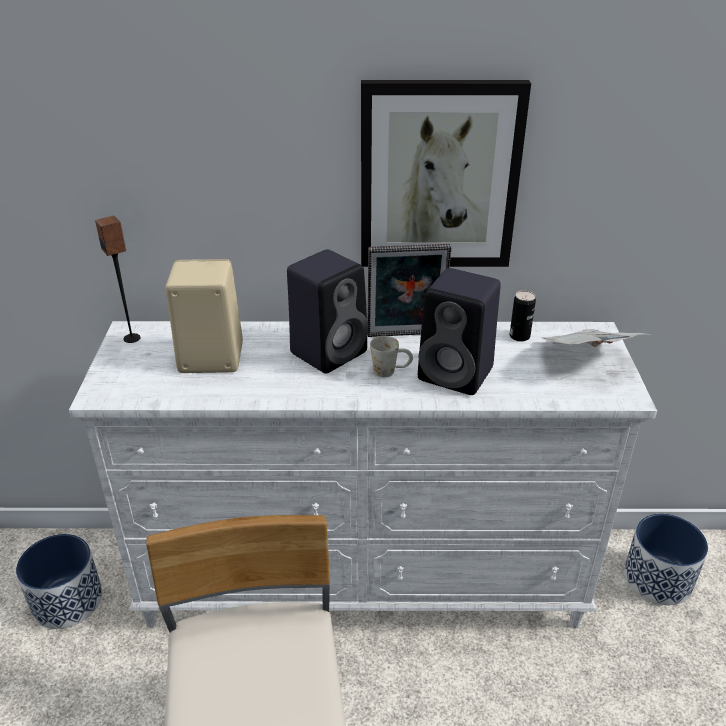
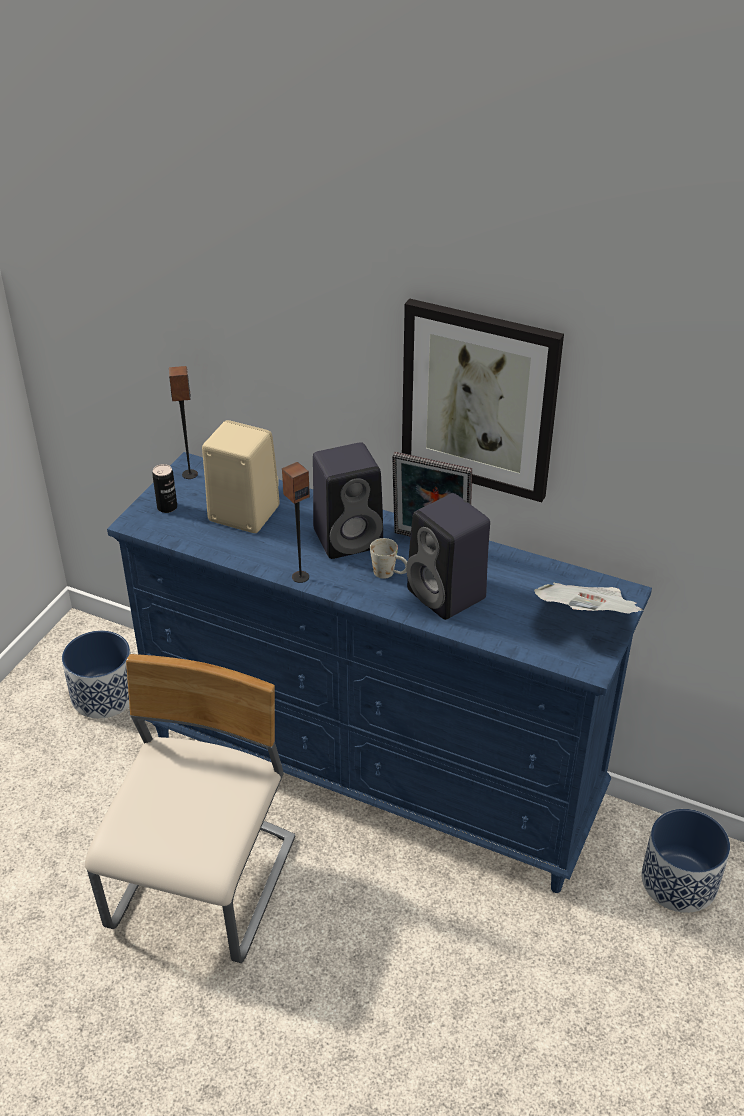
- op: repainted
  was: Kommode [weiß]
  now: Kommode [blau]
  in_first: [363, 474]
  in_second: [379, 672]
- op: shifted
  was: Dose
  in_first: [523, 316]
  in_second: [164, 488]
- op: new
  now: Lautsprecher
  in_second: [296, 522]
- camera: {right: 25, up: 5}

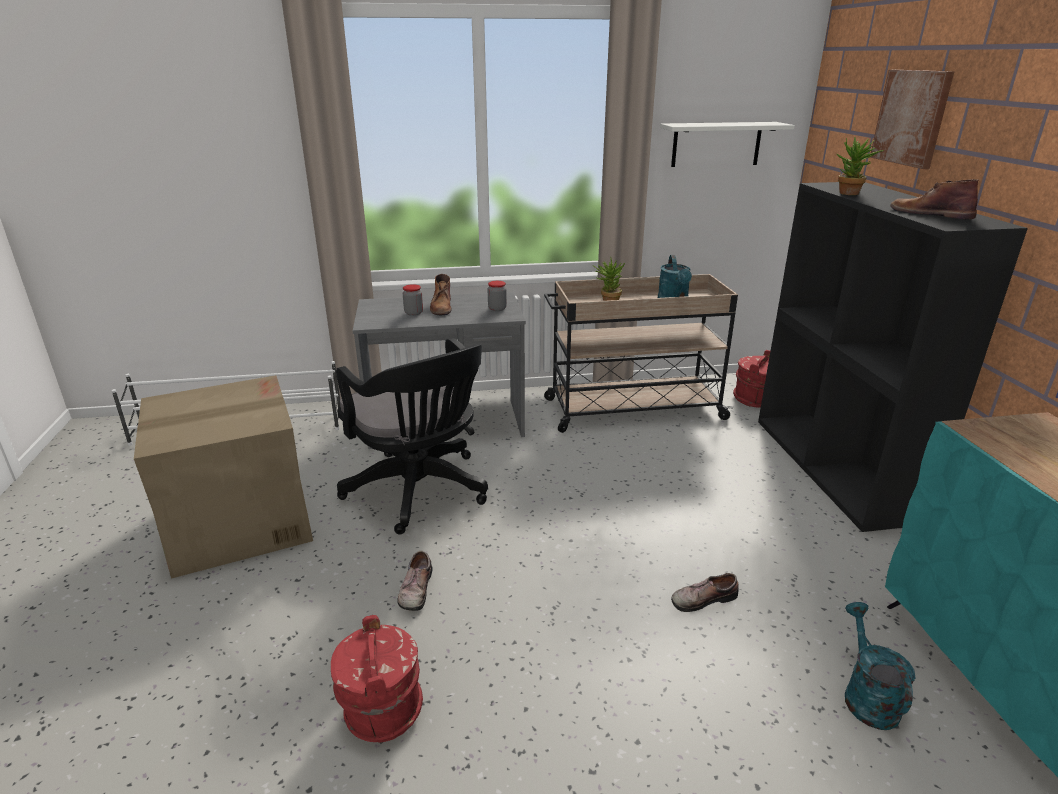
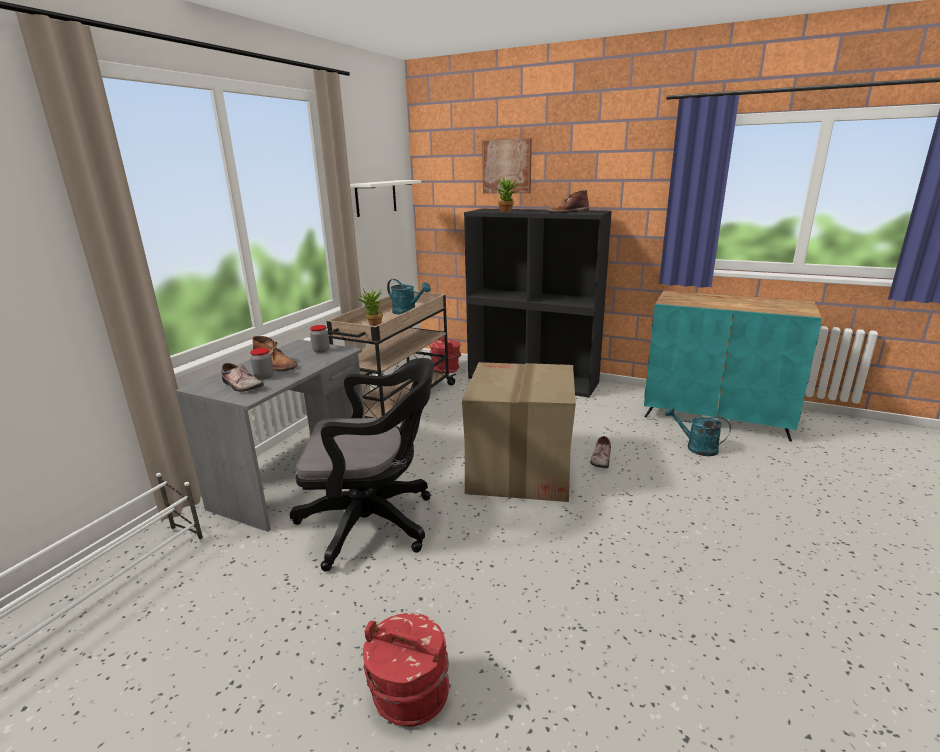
- op: shifted
  was: Schuh
  in_first: [415, 581]
  in_second: [242, 377]
- op: shifted
  was: Eimer [rot]
  in_first: [377, 678]
  in_second: [406, 670]
- op: shifted
  was: Karton
  in_first: [223, 477]
  in_second: [519, 432]
- camera: {right: -55, up: -5}

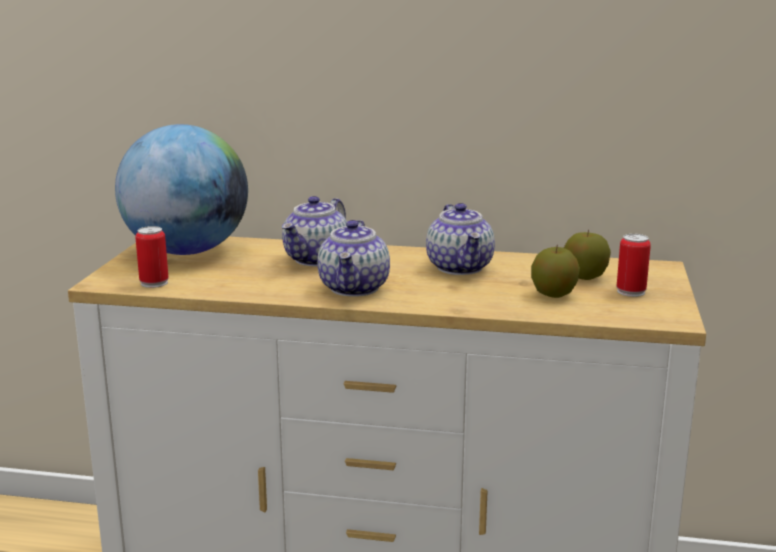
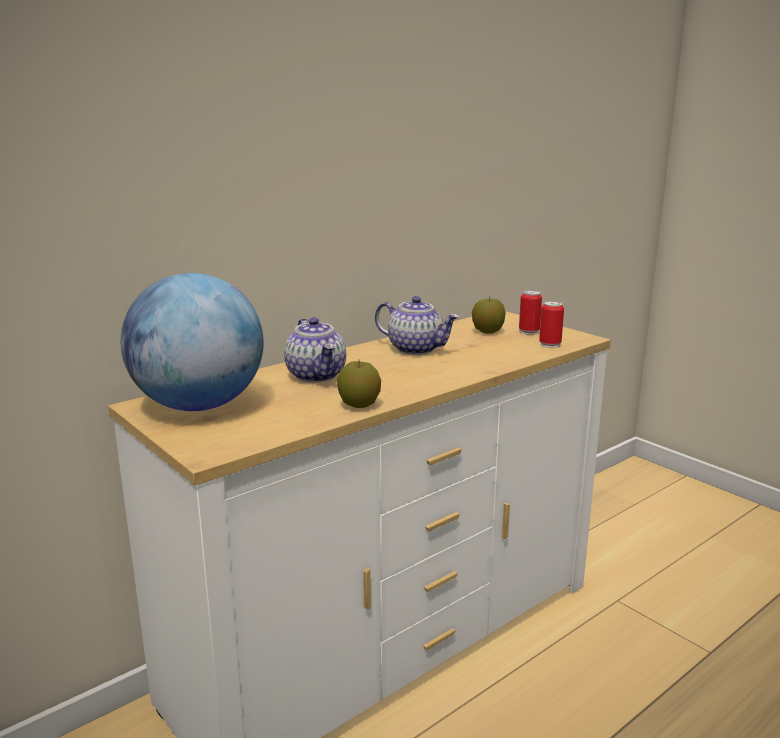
- op: shifted
  was: Apfel
  in_first: [555, 271]
  in_second: [359, 384]
- op: shifted
  was: Dose
  in_first: [152, 257]
  in_second: [551, 324]
- op: gone
  was: Teekanne
  in_first: [353, 258]
- camera: {right: -50, up: 0}

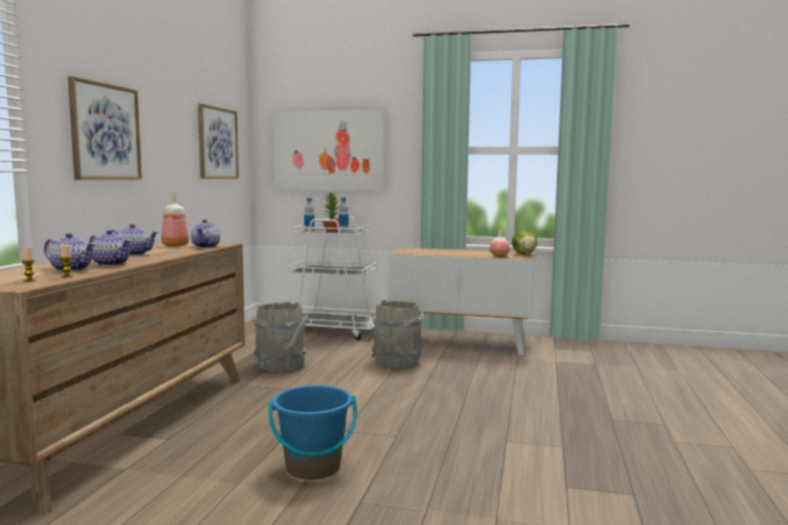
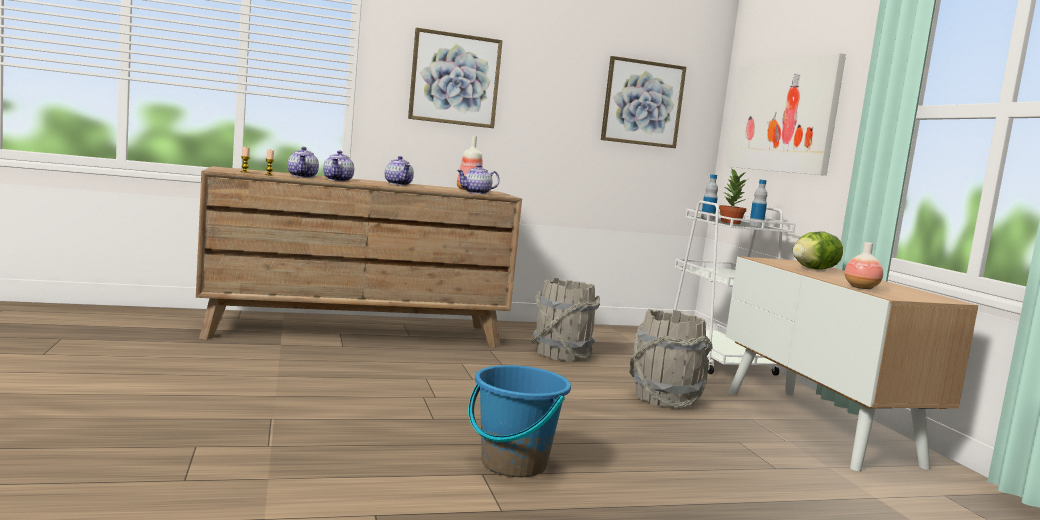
- op: shifted
  was: Eimer [blau]
  in_first: [312, 432]
  in_second: [519, 421]
- op: shifted
  was: Salatkopf
  in_first: [524, 242]
  in_second: [818, 250]
- camera: {right: 60, up: 0}

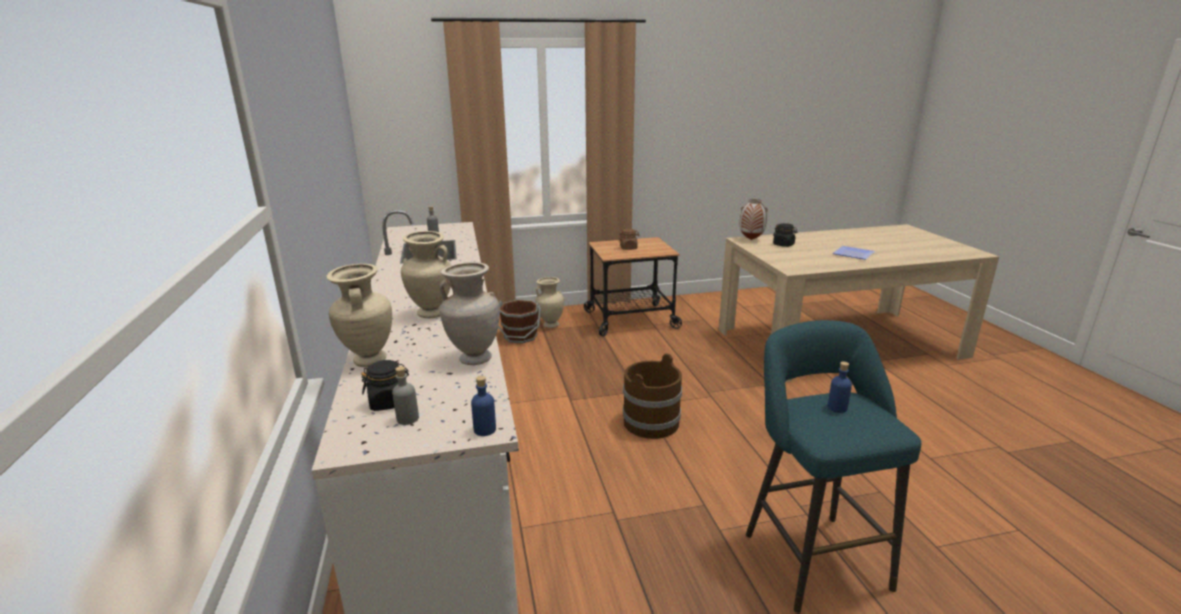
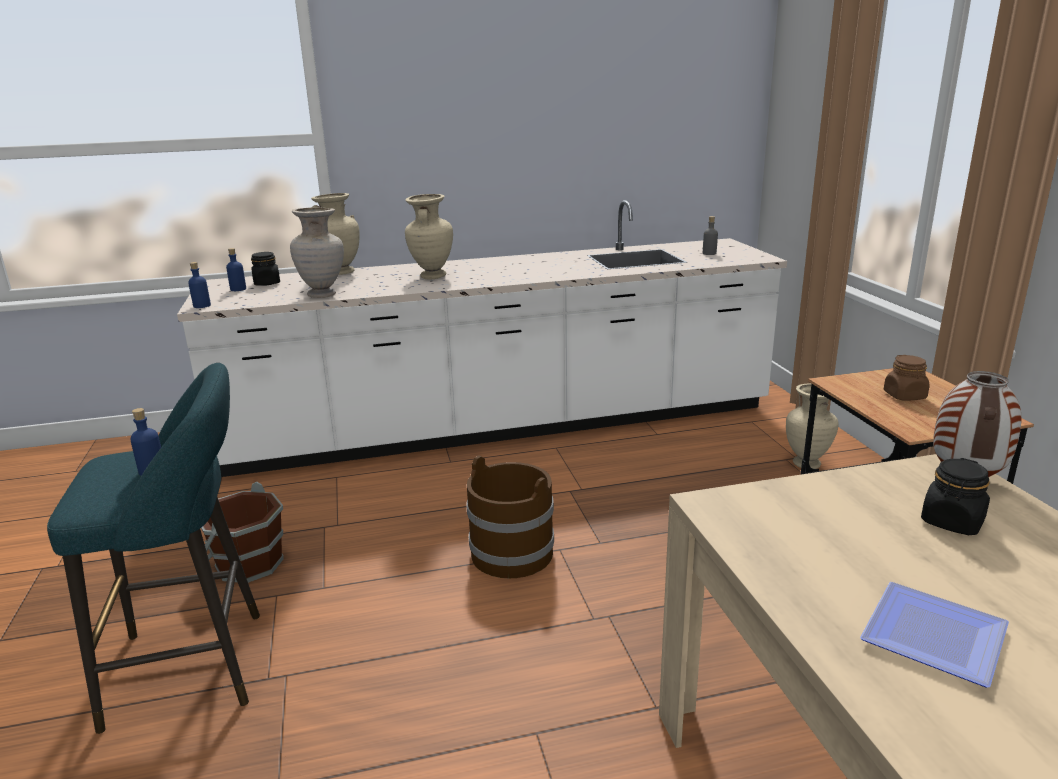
- op: shifted
  was: Eimer [braun]
  in_first: [519, 322]
  in_second: [242, 532]
- op: repainted
  was: Flasche [grau]
  now: Flasche [blau]
  in_first: [405, 395]
  in_second: [236, 269]
- camera: {right: 90, up: 0}

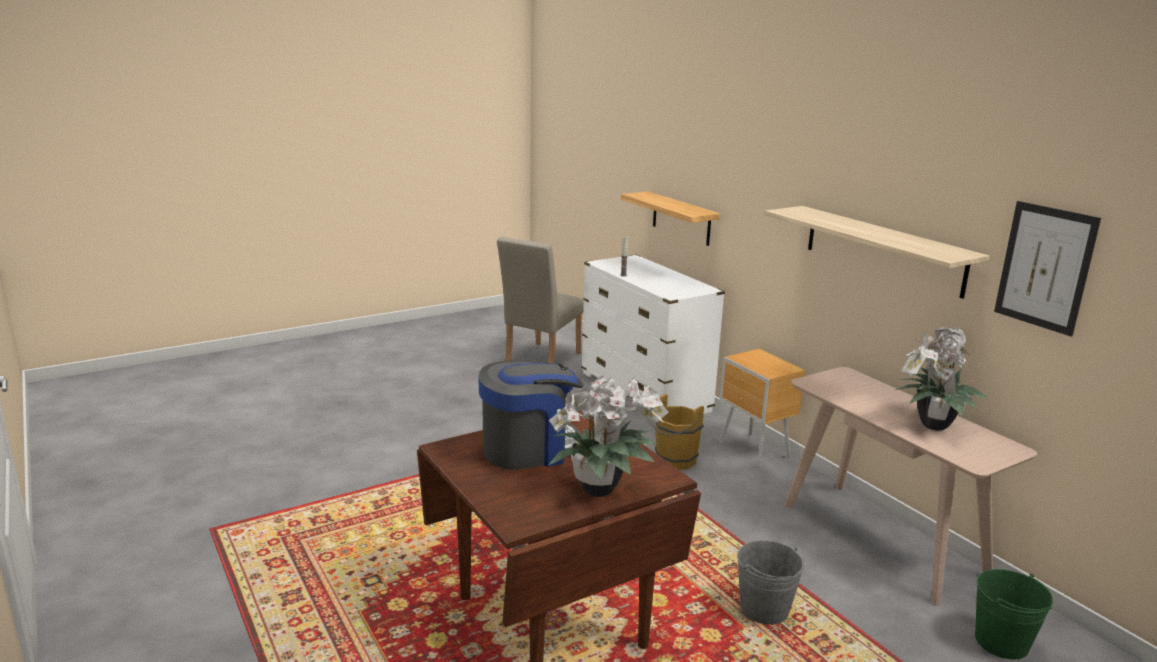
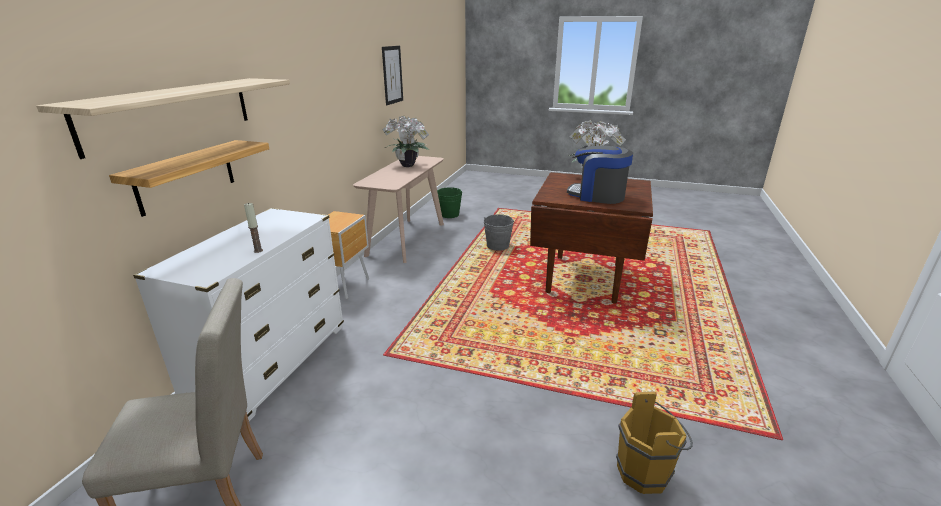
- op: shifted
  was: Wandregal
  in_first: [877, 252]
  in_second: [163, 118]
- op: shifted
  was: Eimer [braun]
  in_first: [678, 432]
  in_second: [654, 443]
- camera: {right: -130, up: 5}

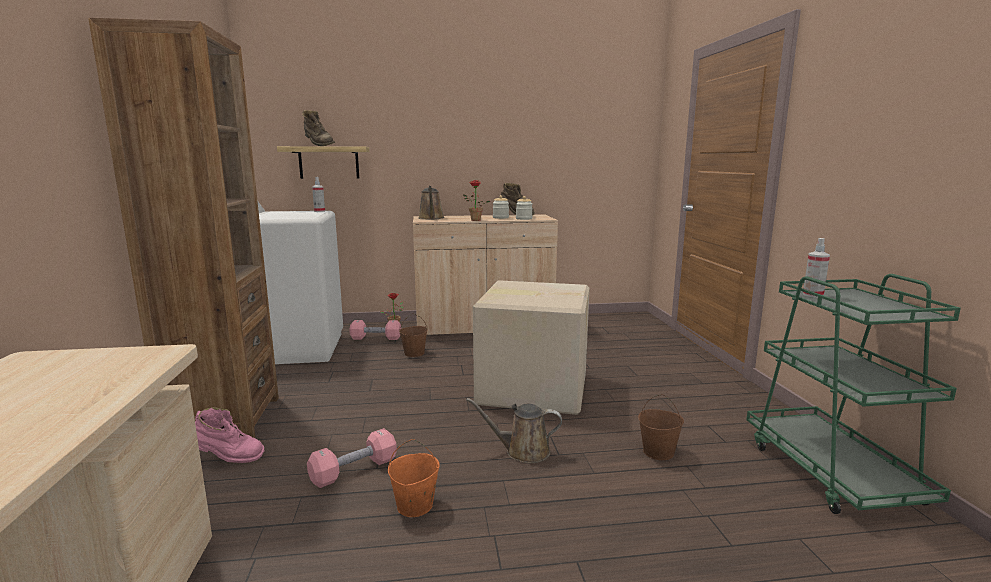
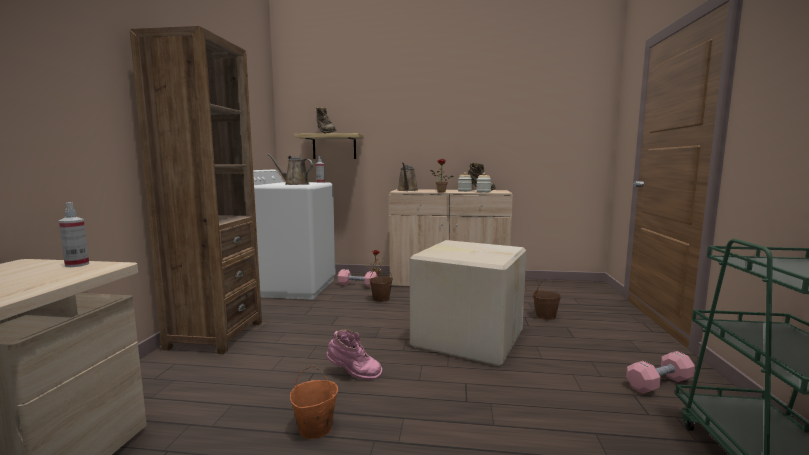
- op: shifted
  was: Sprühflasche
  in_first: [816, 268]
  in_second: [74, 234]
- op: shifted
  was: Gießkanne [braun]
  in_first: [514, 430]
  in_second: [290, 169]
- op: shifted
  was: Stiefel [rosa]
  in_first: [229, 435]
  in_second: [354, 354]
- op: shifted
  was: Eimer [braun]
  in_first: [661, 427]
  in_second: [547, 299]
- op: shifted
  was: Hantel [rosa]
  in_first: [352, 458]
  in_second: [660, 372]
- camera: {right: 15, up: -5}

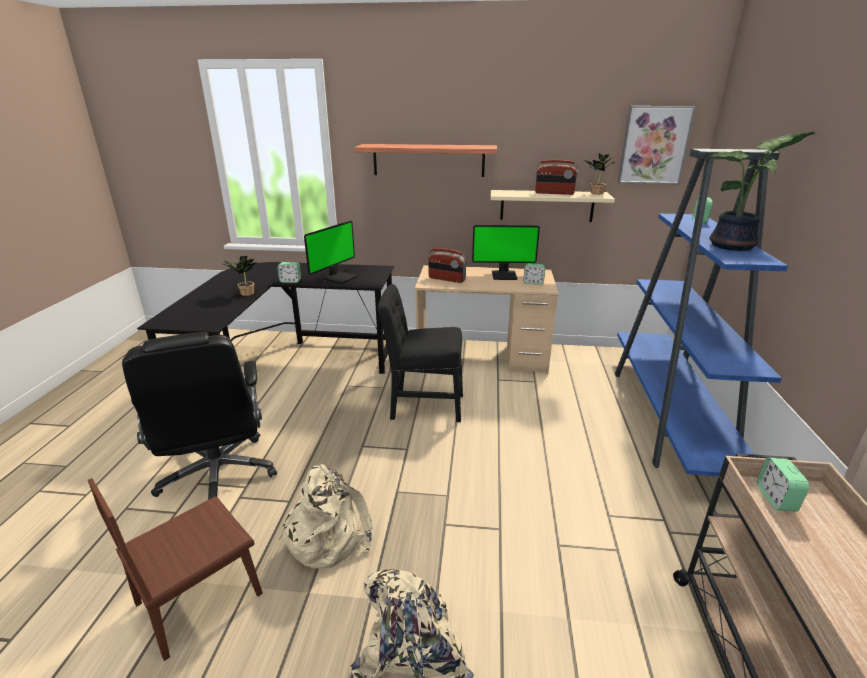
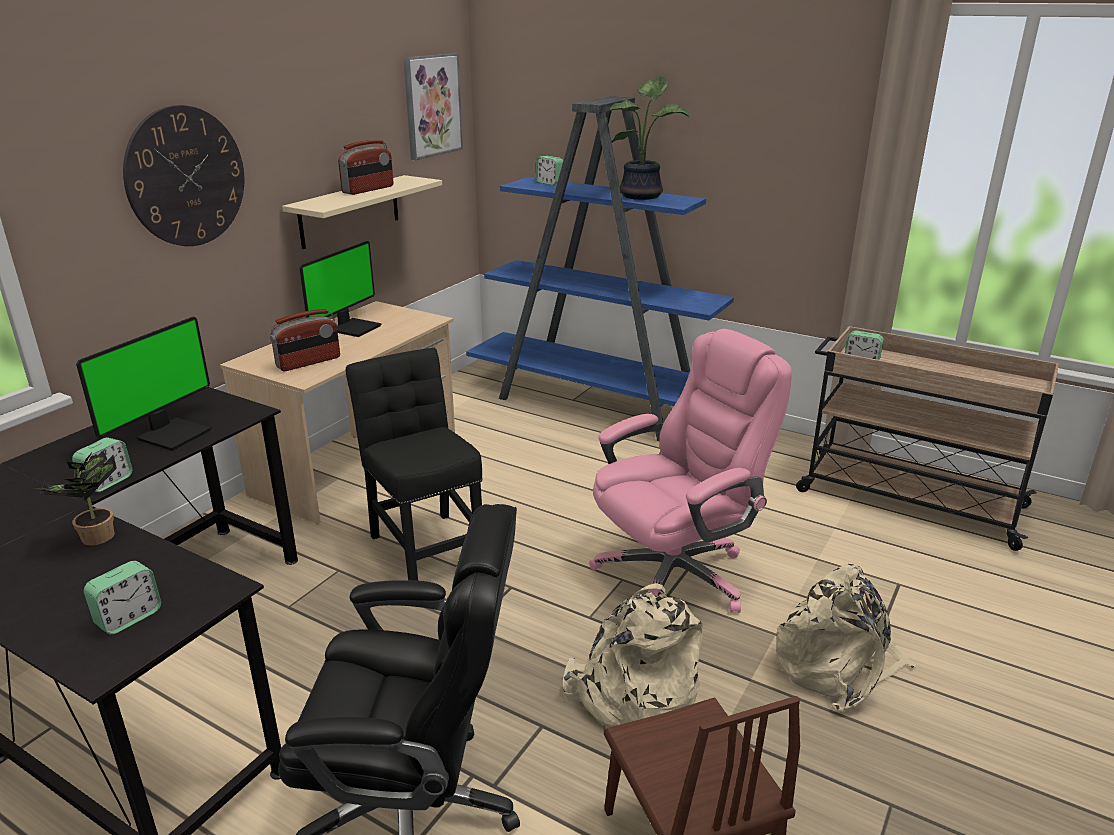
- op: rotated
  was: Monitor
  in_first: [331, 252]
  in_second: [143, 384]
  clockwise: 60
- op: shifted
  was: Wecker
  in_first: [534, 274]
  in_second: [122, 598]
- op: swapped
  was: Wandregal
  now: Wanduhr
  in_first: [425, 160]
  in_second: [183, 175]
- op: rotated
  was: Stuhl [schwarz]
  in_first: [420, 353]
  in_second: [414, 464]
  clockwise: 120
- op: new
  now: Bürostuhl [rosa]
  in_second: [690, 471]
- op: gone
  was: Topfpflanze
  in_first: [600, 174]
- camera: {right: -65, up: 0}

